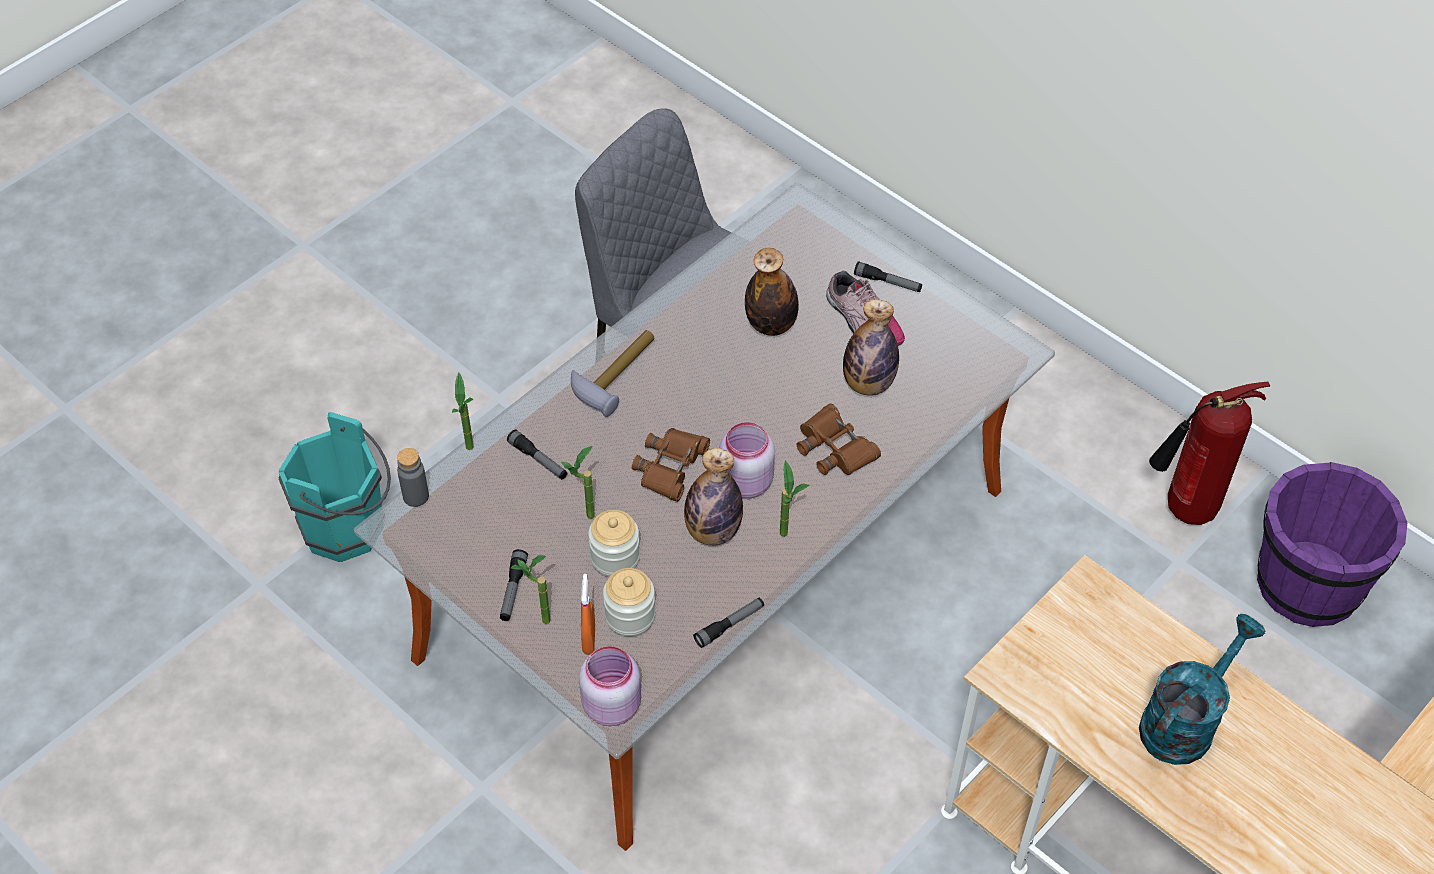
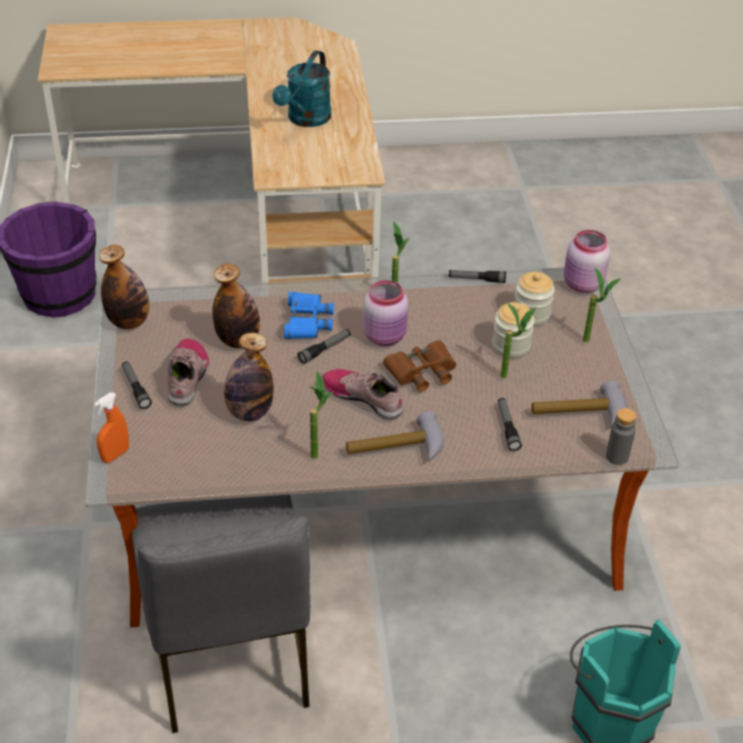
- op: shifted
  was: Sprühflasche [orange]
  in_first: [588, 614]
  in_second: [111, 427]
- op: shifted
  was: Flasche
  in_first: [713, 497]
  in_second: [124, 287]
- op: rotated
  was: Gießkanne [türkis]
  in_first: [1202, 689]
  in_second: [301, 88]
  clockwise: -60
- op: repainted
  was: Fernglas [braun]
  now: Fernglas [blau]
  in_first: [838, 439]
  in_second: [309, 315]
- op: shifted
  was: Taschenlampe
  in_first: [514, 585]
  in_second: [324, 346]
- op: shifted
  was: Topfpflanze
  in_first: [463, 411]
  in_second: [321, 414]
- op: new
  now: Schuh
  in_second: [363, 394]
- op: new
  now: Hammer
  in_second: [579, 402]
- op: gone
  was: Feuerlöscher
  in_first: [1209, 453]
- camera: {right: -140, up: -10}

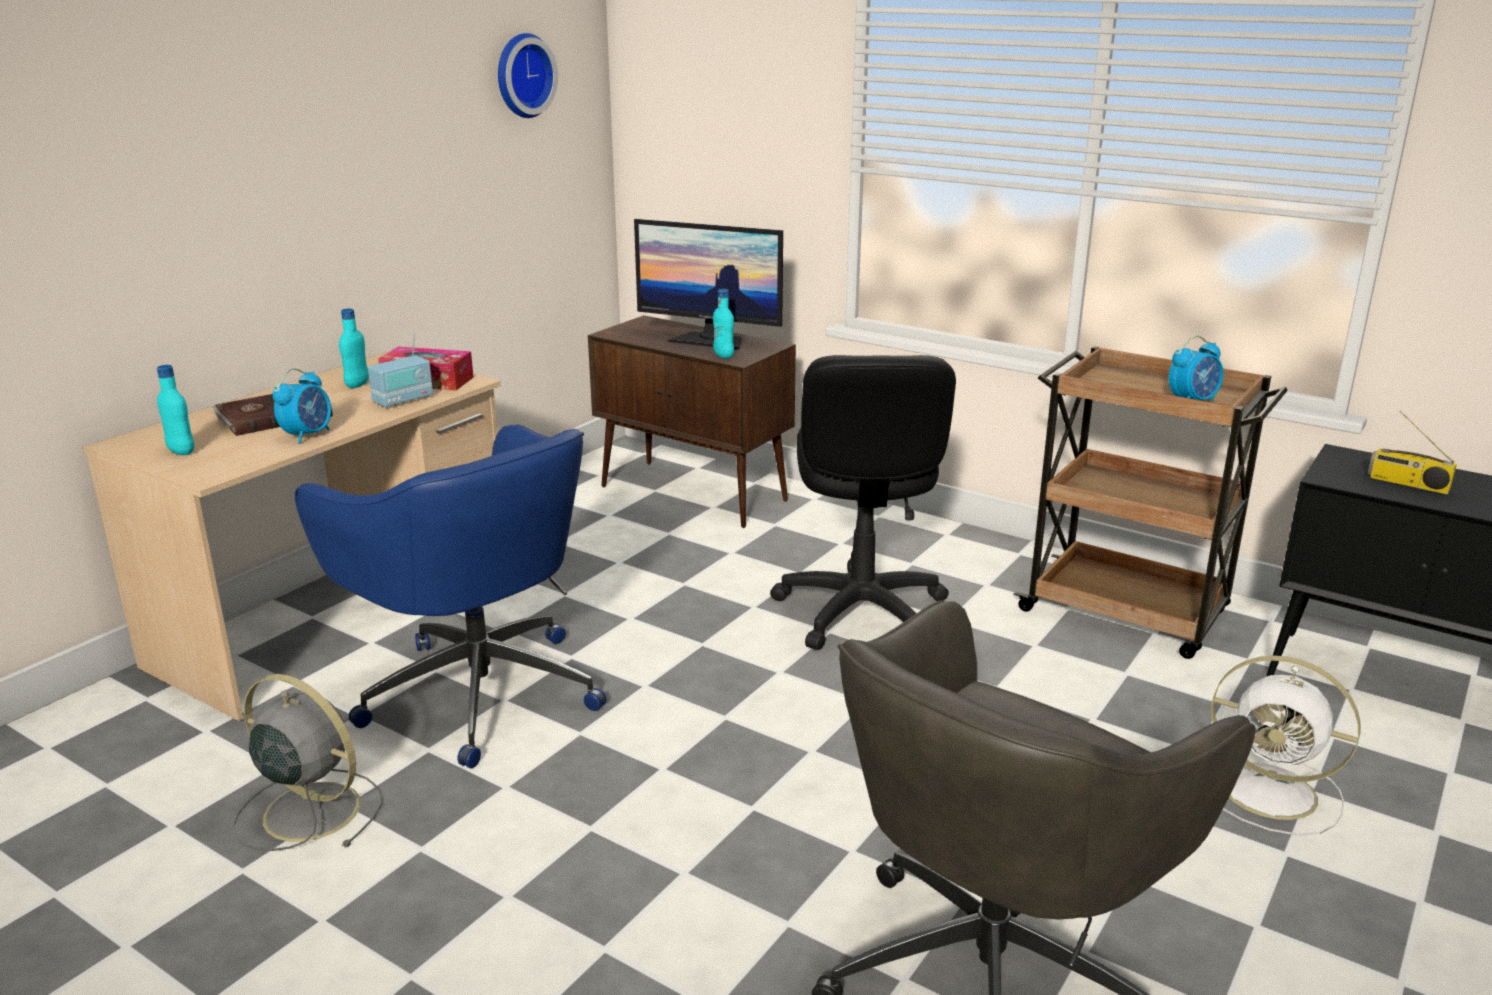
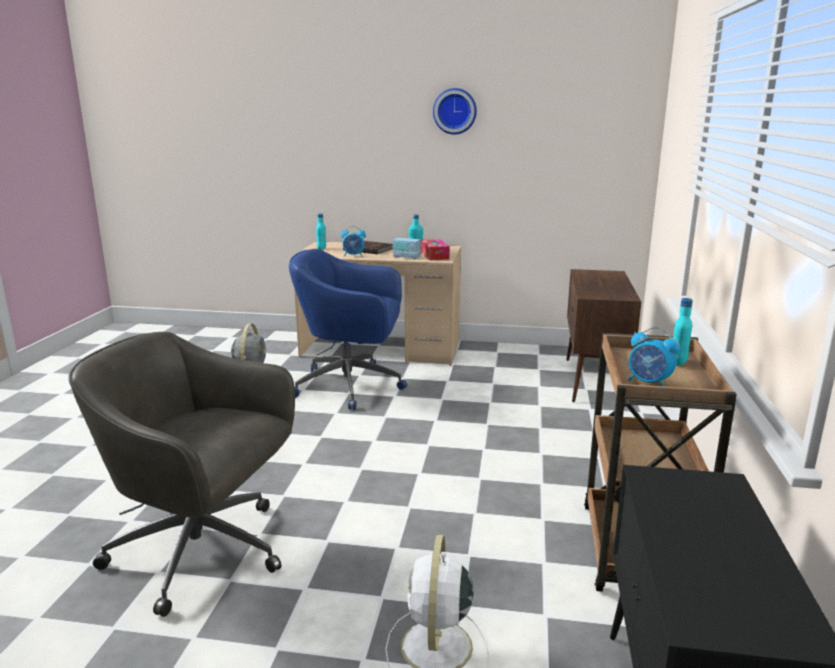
- op: rotated
  was: Bürostuhl [blau]
  in_first: [451, 596]
  in_second: [348, 329]
  clockwise: 75
- op: shifted
  was: Wanduhr
  in_first: [528, 75]
  in_second: [455, 111]
- op: shifted
  was: Flasche [türkis]
  in_first: [723, 324]
  in_second: [683, 332]
- op: gone
  was: Monitor
  in_first: [708, 284]
- op: gone
  was: Bürostuhl [schwarz]
  in_first: [863, 502]
- op: gone
  was: Radio
  in_first: [1412, 452]
- camera: {right: 65, up: -5}

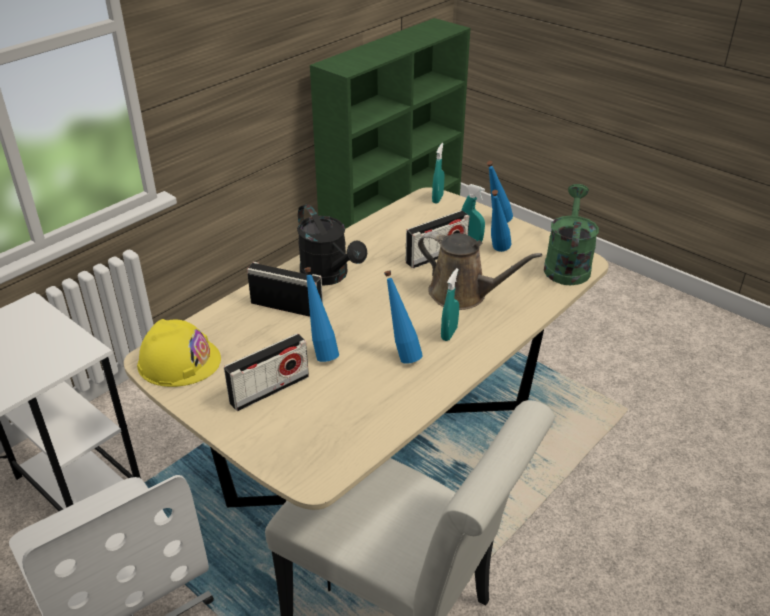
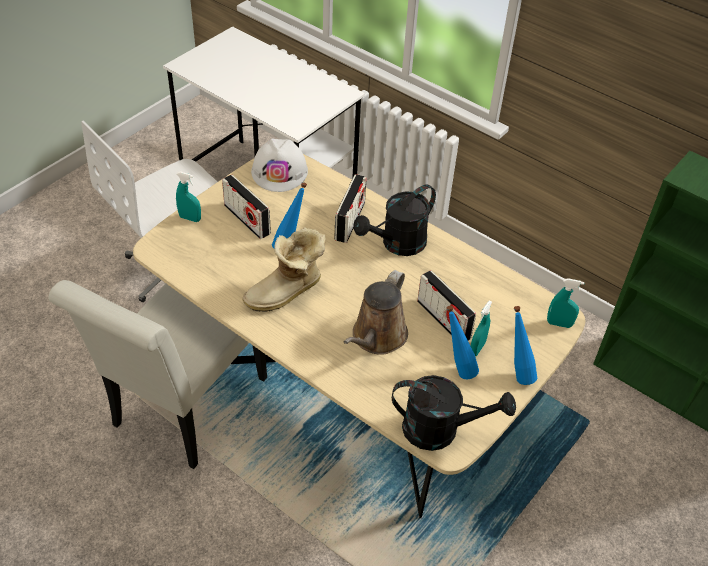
- op: shifted
  was: Sprühflasche [türkis]
  in_first: [450, 304]
  in_second: [188, 197]
- op: swapped
  was: Flasche [blau]
  now: Stiefel
  in_first: [403, 317]
  in_second: [284, 269]
- op: repainted
  was: Schutzhelm [gelb]
  now: Schutzhelm [weiß]
  in_first: [179, 353]
  in_second: [279, 165]
- op: repainted
  was: Gießkanne [grün]
  now: Gießkanne [schwarz]
  in_first: [571, 234]
  in_second: [454, 413]
- camera: {right: 85, up: 10}

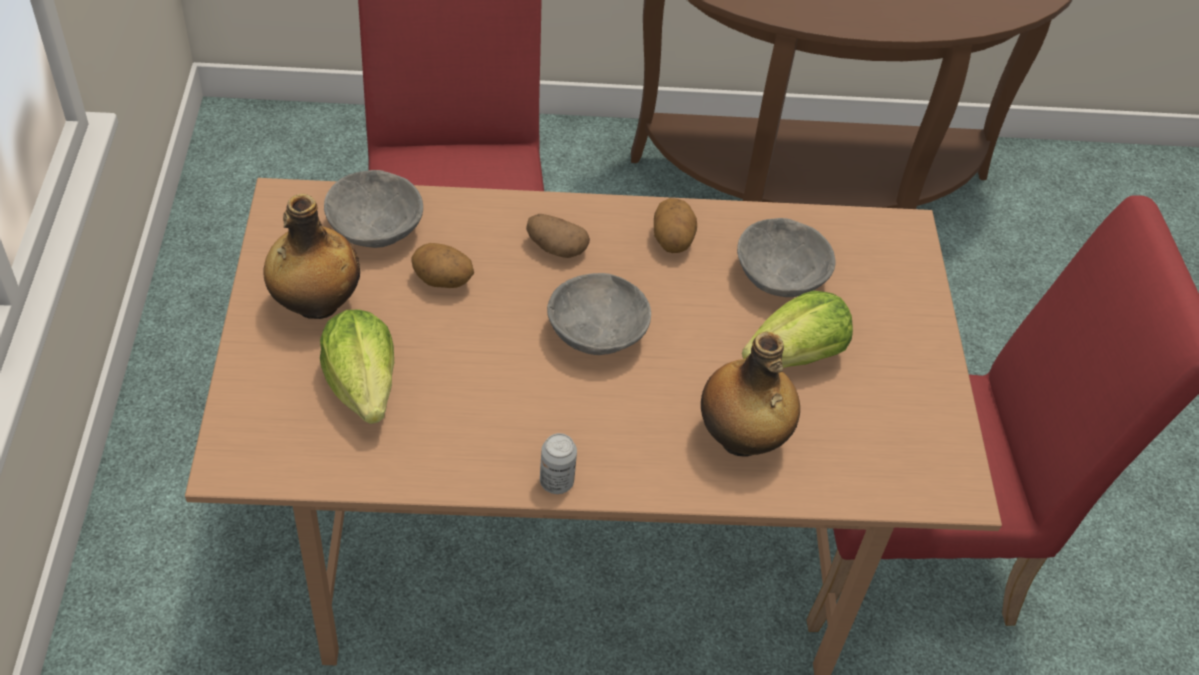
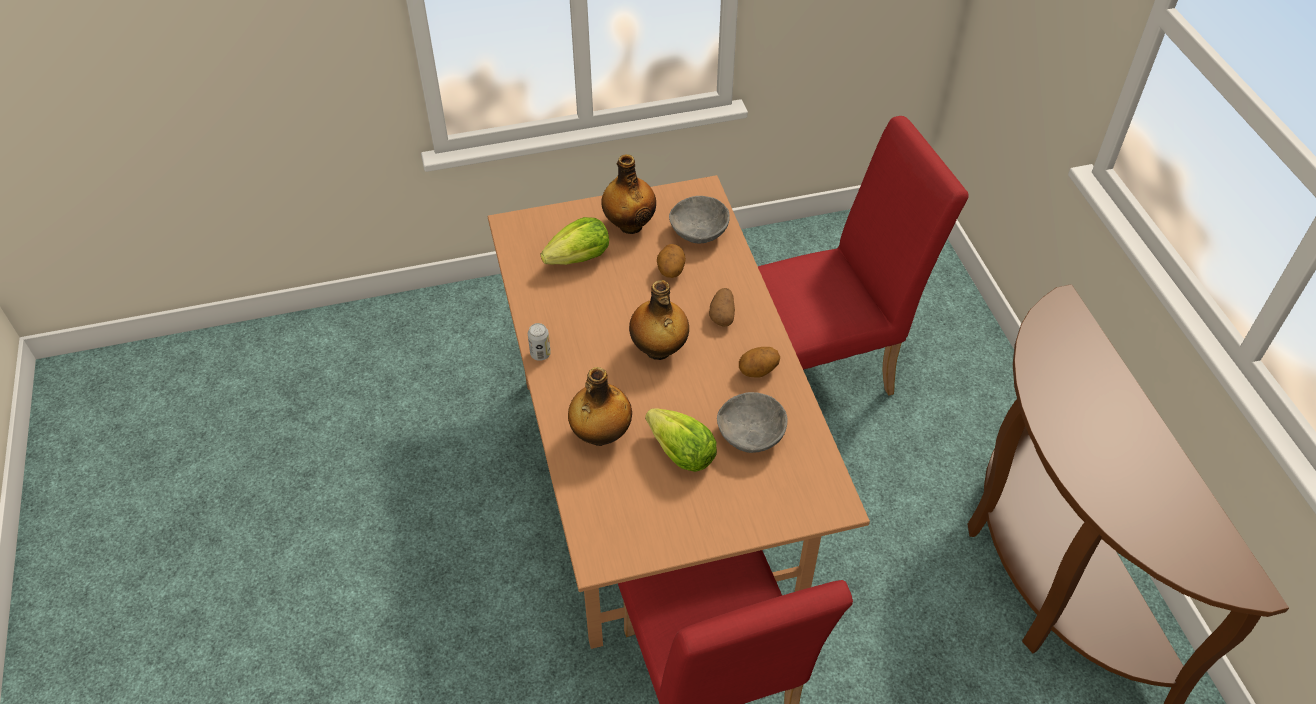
- op: swapped
  was: Schüssel [grau]
  now: Flasche
  in_first: [599, 314]
  in_second: [659, 320]
- camera: {right: 80, up: 0}

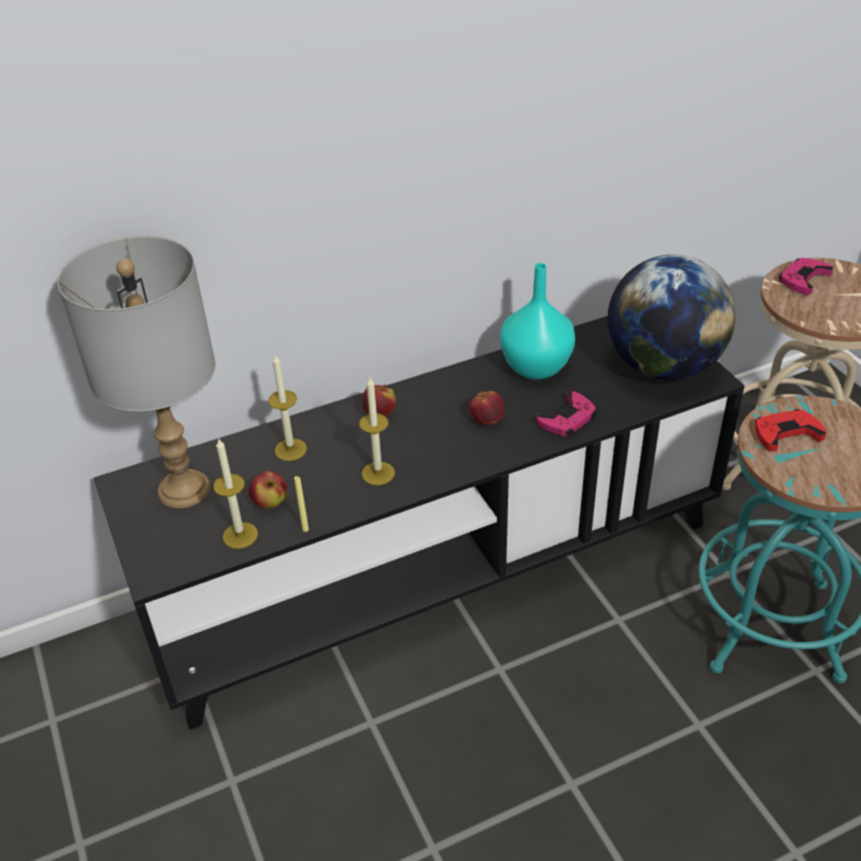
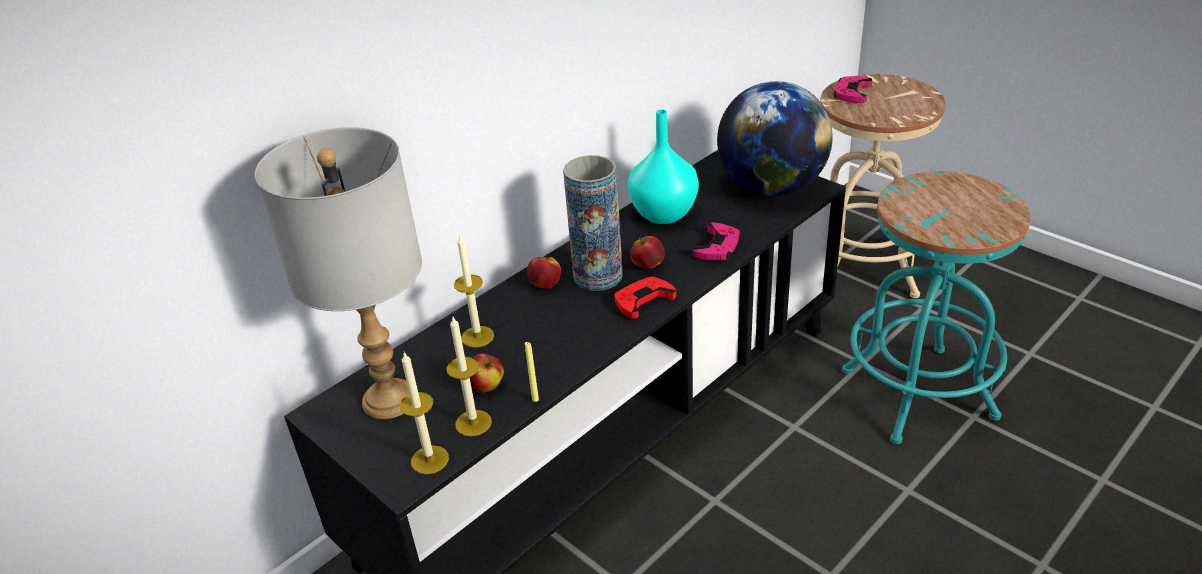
- op: shifted
  was: Kerze
  in_first: [377, 430]
  in_second: [424, 413]
- op: new
  now: Vase
  in_second: [593, 223]
- op: shifted
  was: Gamepad [rot]
  in_first: [791, 430]
  in_second: [645, 297]
- camera: {right: -20, up: -5}

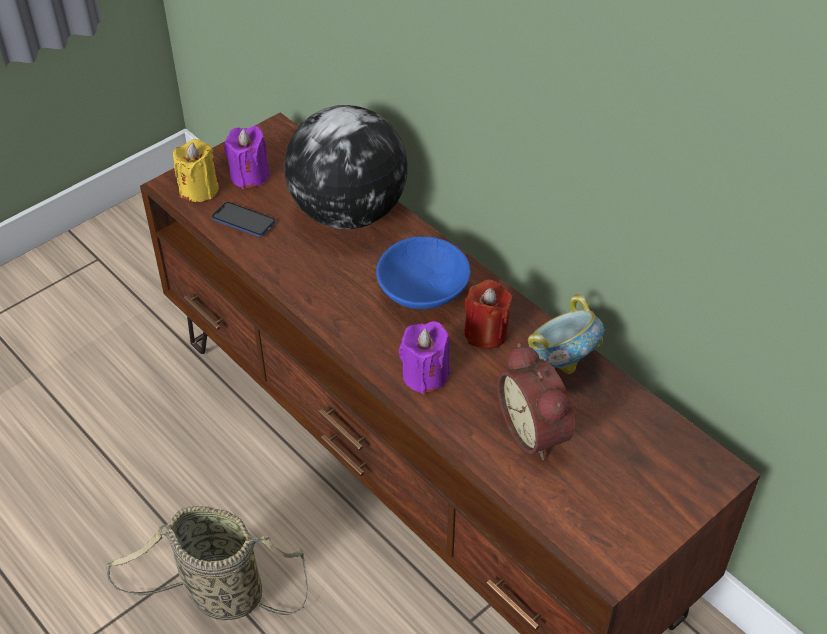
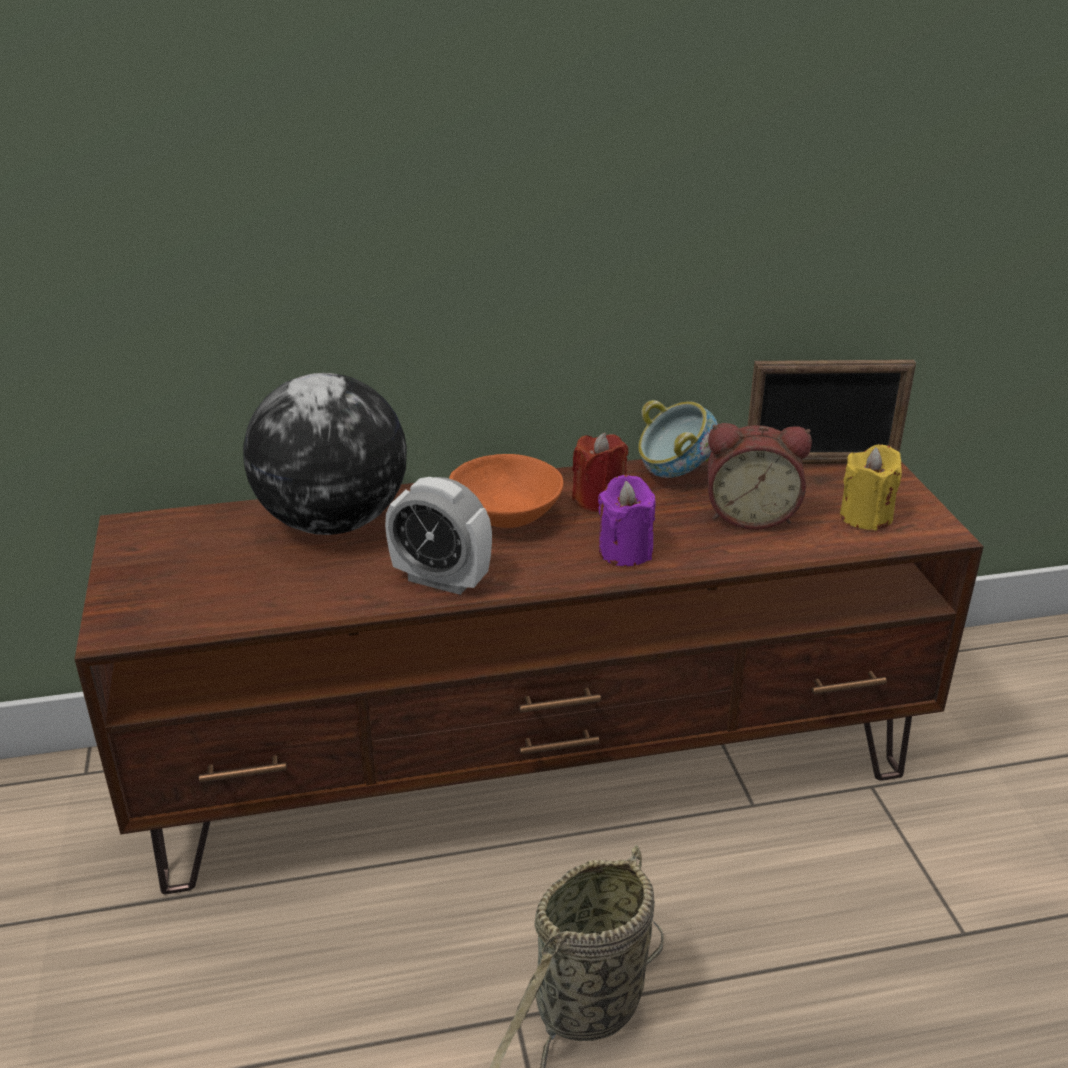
- op: new
  now: Wecker
  in_second: [438, 536]
- op: repainted
  was: Schüssel [blau]
  now: Schüssel [orange]
  in_first: [423, 273]
  in_second: [506, 491]
- op: new
  now: Bilderrahmen
  in_second: [832, 412]
- op: shifted
  was: Kerze [gelb]
  in_first: [196, 170]
  in_second: [871, 487]
- op: gone
  was: Handy
  in_first: [243, 219]
- op: gone
  was: Kerze [lila]
  in_first: [247, 157]
- camera: {right: -60, up: -15}

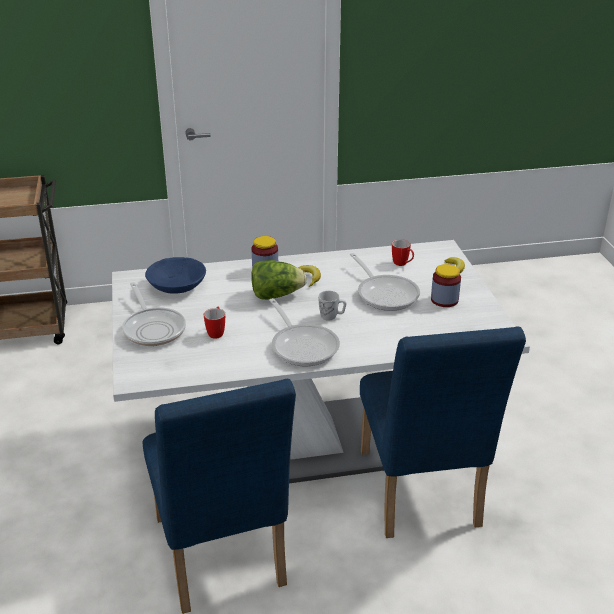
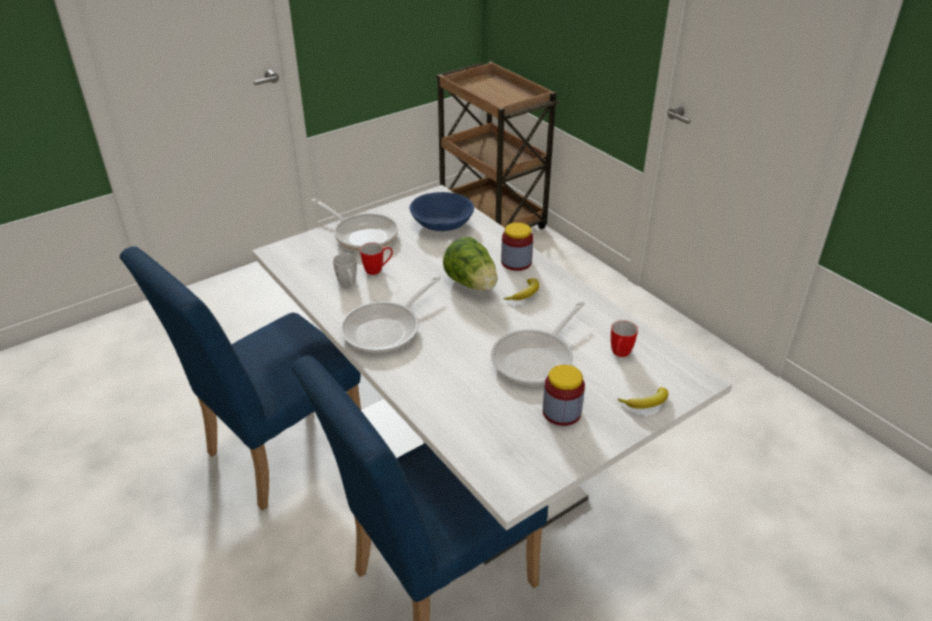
- op: rotated
  was: Pfanne
  in_first: [154, 314]
  in_second: [354, 225]
  clockwise: -90
- op: shifted
  was: Henkelbecher [weiß]
  in_first: [332, 305]
  in_second: [345, 270]
- camera: {right: 65, up: 5}

